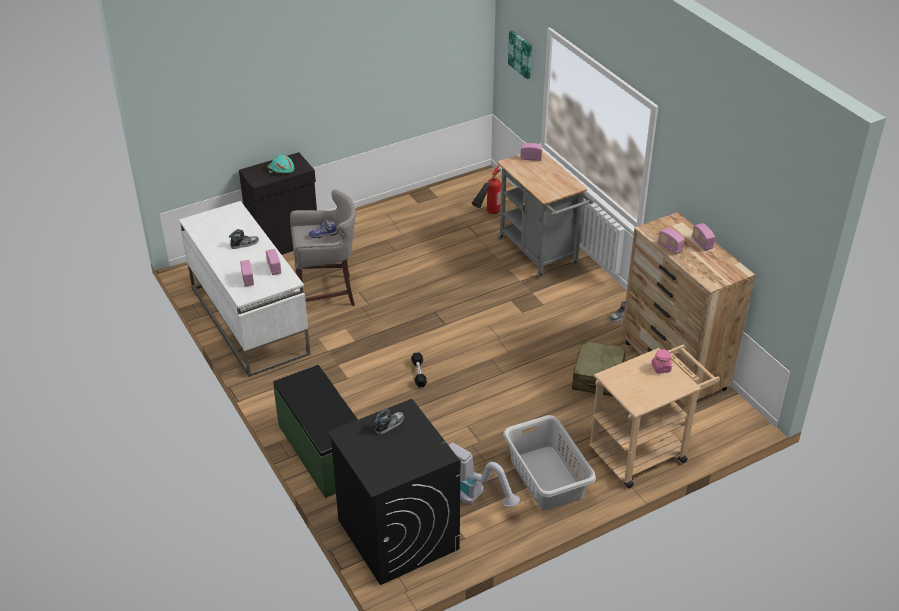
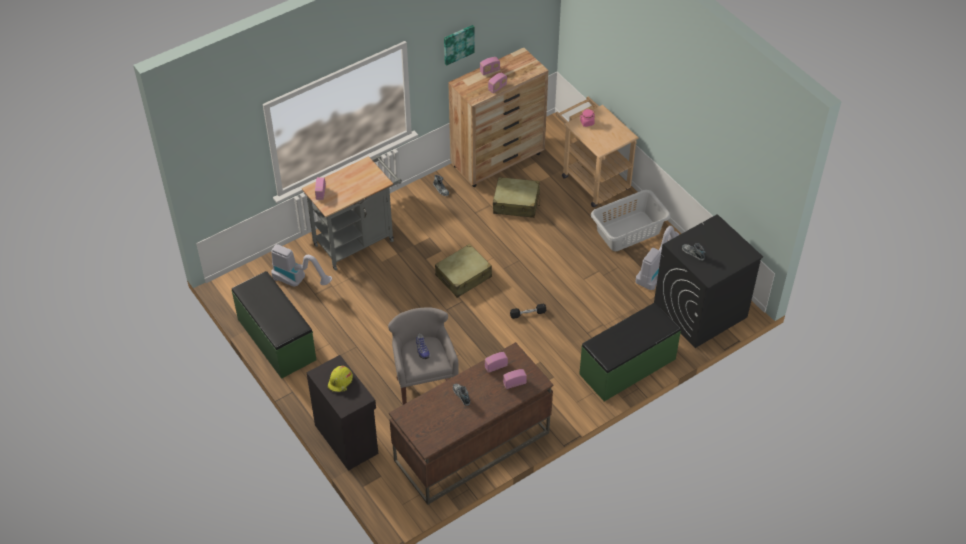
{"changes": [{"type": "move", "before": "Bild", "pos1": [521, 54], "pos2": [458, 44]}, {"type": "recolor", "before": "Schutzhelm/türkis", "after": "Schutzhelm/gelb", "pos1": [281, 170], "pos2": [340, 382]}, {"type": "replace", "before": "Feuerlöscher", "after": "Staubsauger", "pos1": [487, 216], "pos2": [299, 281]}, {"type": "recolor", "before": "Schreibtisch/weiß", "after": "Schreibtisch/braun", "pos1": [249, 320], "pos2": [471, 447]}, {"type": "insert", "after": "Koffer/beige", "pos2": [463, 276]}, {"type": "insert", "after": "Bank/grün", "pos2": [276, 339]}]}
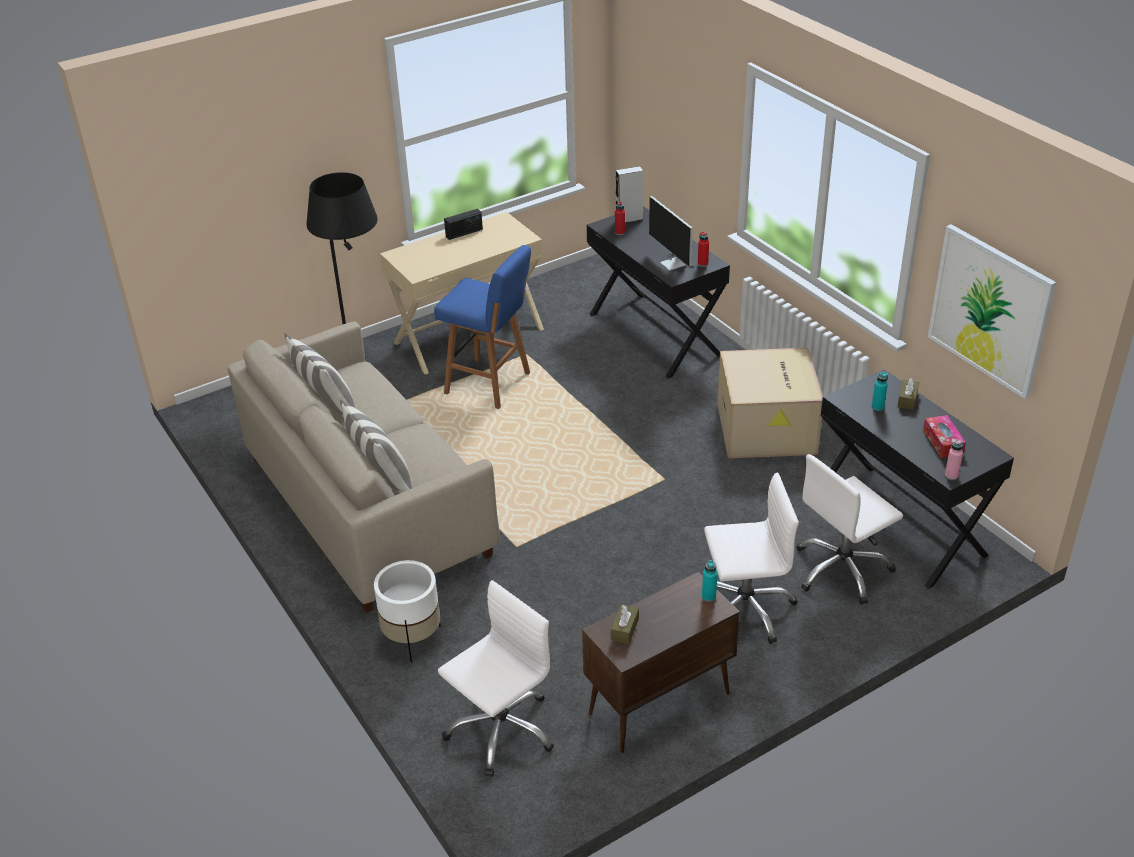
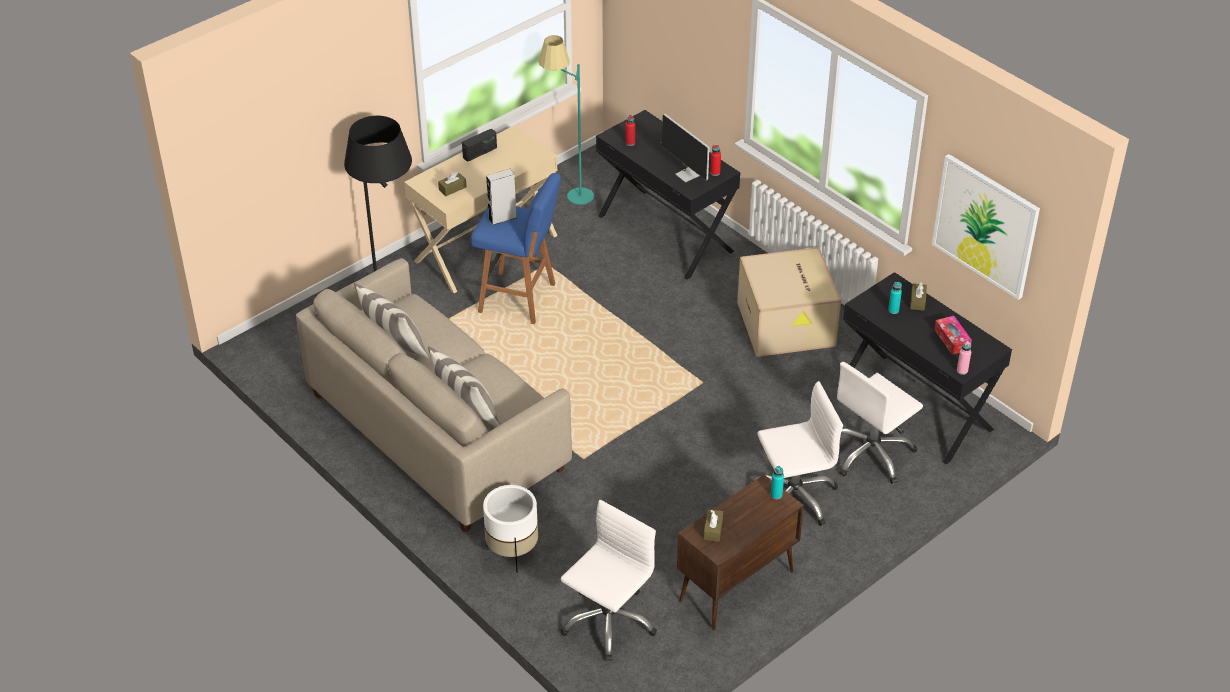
{"changes": [{"type": "move", "before": "Lautsprecher/grau", "pos1": [629, 219], "pos2": [502, 218]}, {"type": "insert", "after": "Stehlampe/türkis", "pos2": [568, 198]}, {"type": "insert", "after": "Taschentuchbox/braun", "pos2": [452, 188]}]}
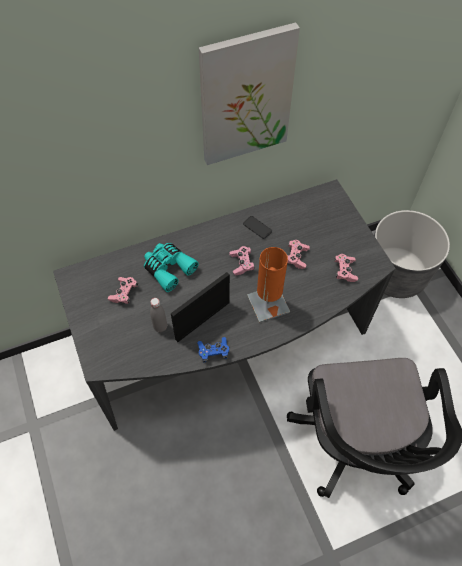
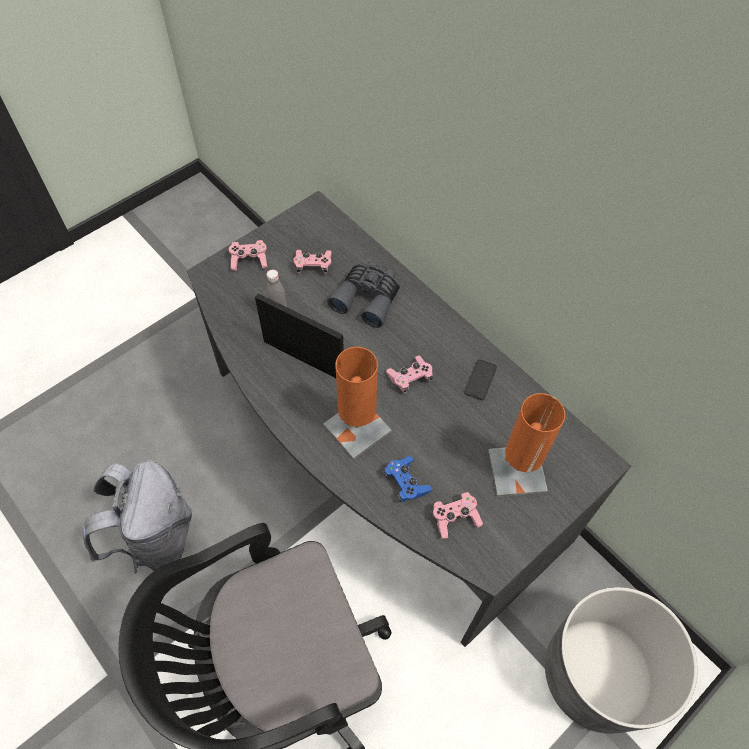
{"changes": [{"type": "delete", "before": "Bild", "pos1": [246, 97]}, {"type": "move", "before": "Gamepad/rosa", "pos1": [296, 257], "pos2": [249, 260]}, {"type": "recolor", "before": "Fernglas/türkis", "after": "Fernglas/grau", "pos1": [168, 268], "pos2": [367, 298]}, {"type": "move", "before": "Gamepad/blau", "pos1": [213, 352], "pos2": [406, 483]}, {"type": "insert", "after": "Tischlampe/orange", "pos2": [517, 471]}, {"type": "insert", "after": "Rucksack/grau", "pos2": [156, 538]}]}
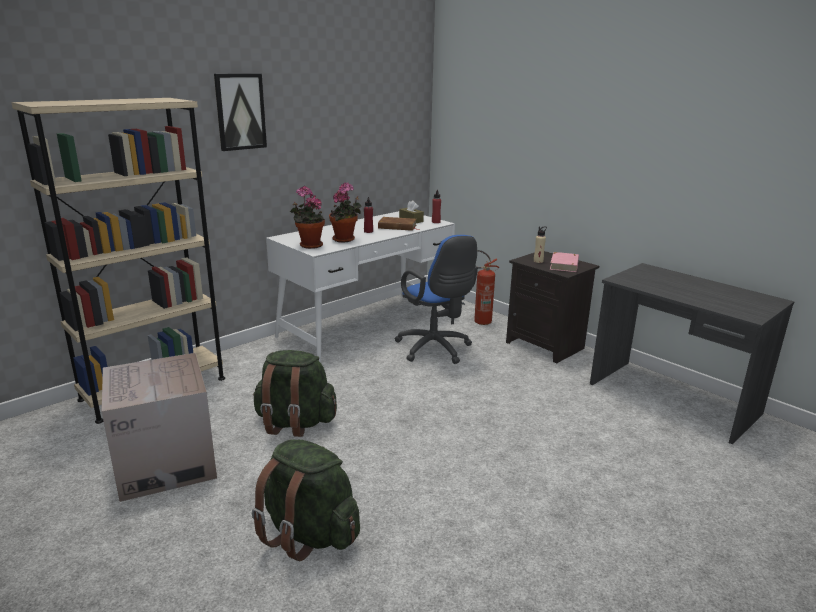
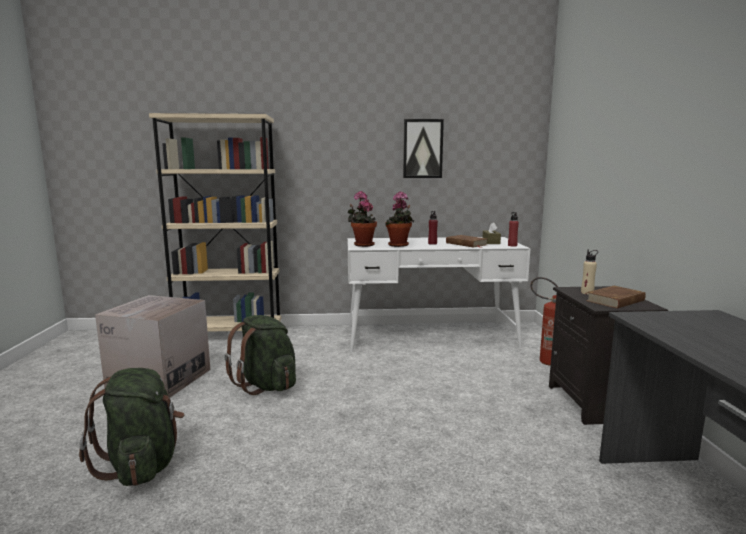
{"changes": [{"type": "move", "before": "Bild", "pos1": [240, 112], "pos2": [422, 149]}, {"type": "delete", "before": "Bürostuhl/blau", "pos1": [435, 350]}, {"type": "recolor", "before": "Buch/rosa", "after": "Buch/braun", "pos1": [564, 265], "pos2": [615, 301]}]}
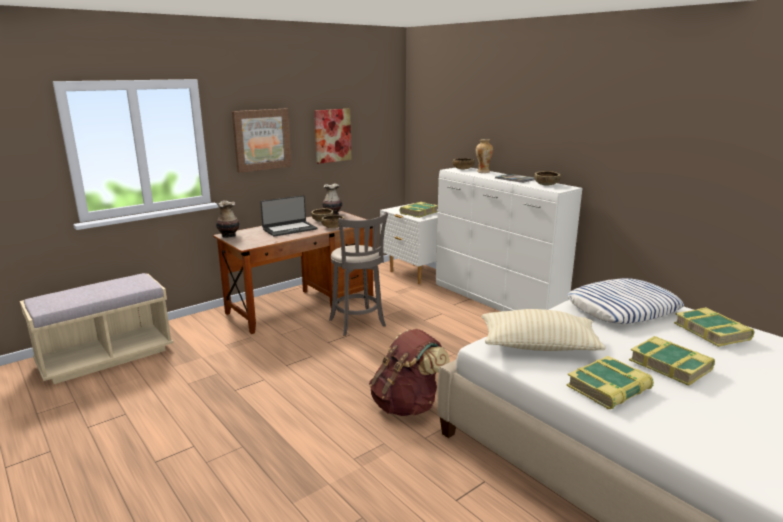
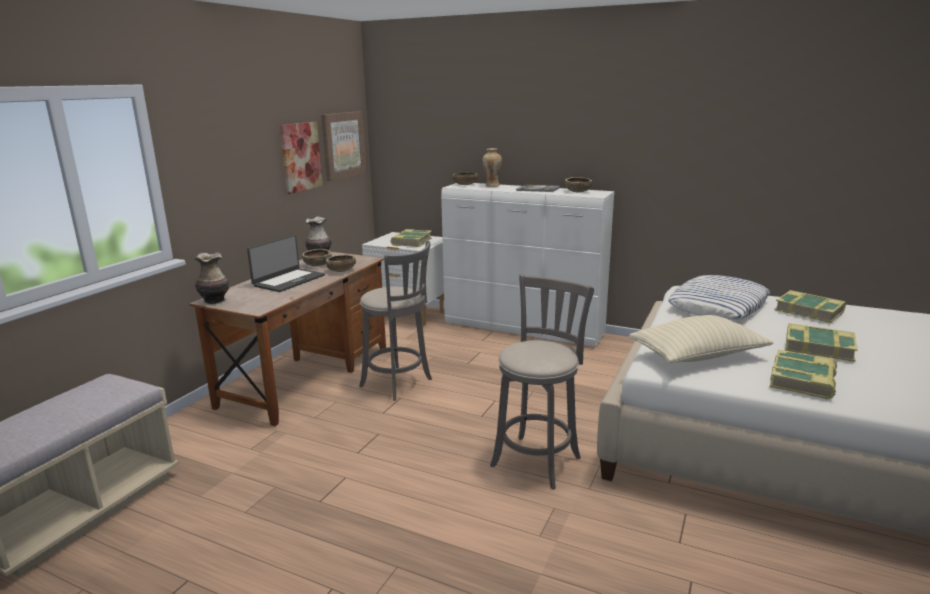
{"changes": [{"type": "move", "before": "Bild", "pos1": [262, 139], "pos2": [343, 145]}, {"type": "replace", "before": "Rucksack/braun", "after": "Hocker/grau", "pos1": [407, 405], "pos2": [538, 459]}]}
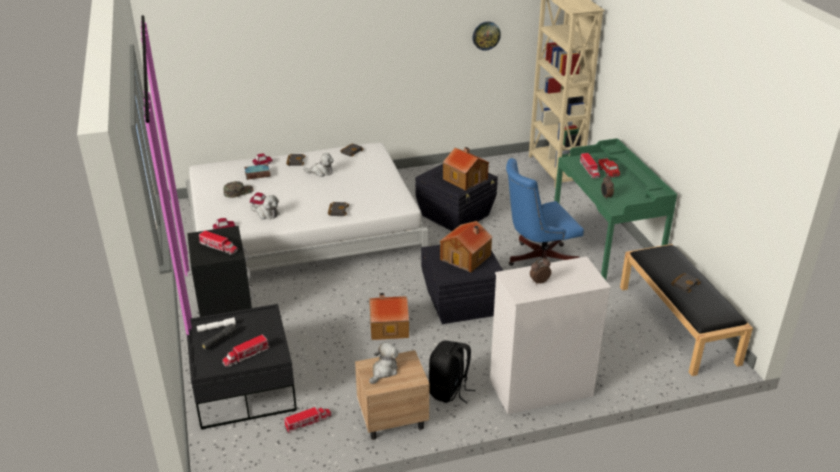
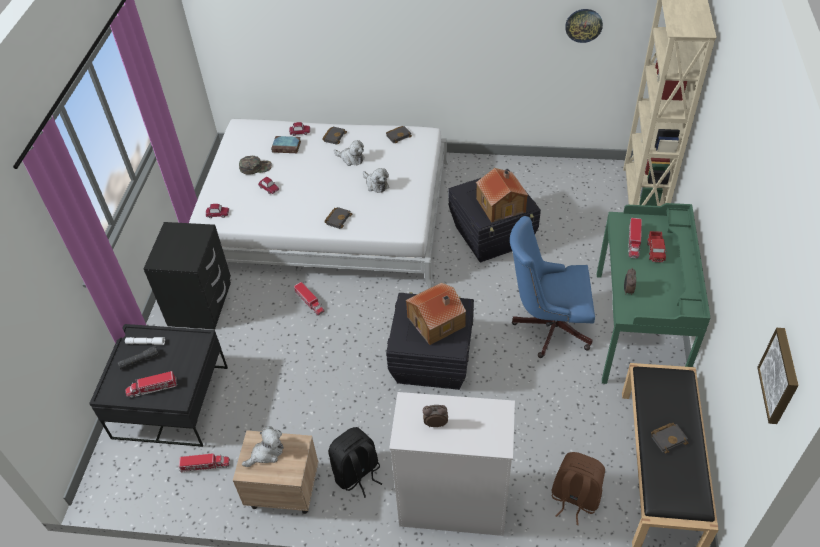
{"changes": [{"type": "move", "before": "Plüschtier", "pos1": [266, 214], "pos2": [376, 184]}, {"type": "move", "before": "Spielzeuglaster", "pos1": [219, 247], "pos2": [309, 302]}, {"type": "delete", "before": "Spielzeughaus", "pos1": [388, 326]}, {"type": "insert", "after": "Bild", "pos2": [781, 376]}, {"type": "insert", "after": "Rucksack/braun", "pos2": [574, 498]}]}
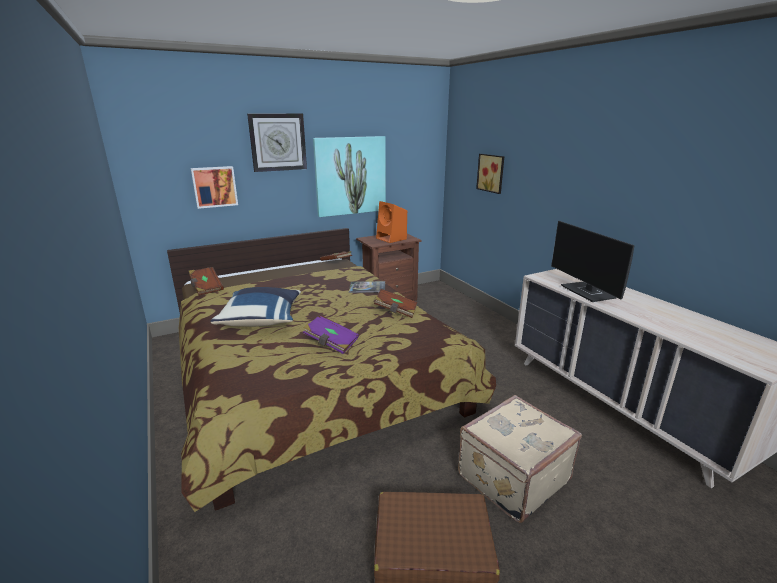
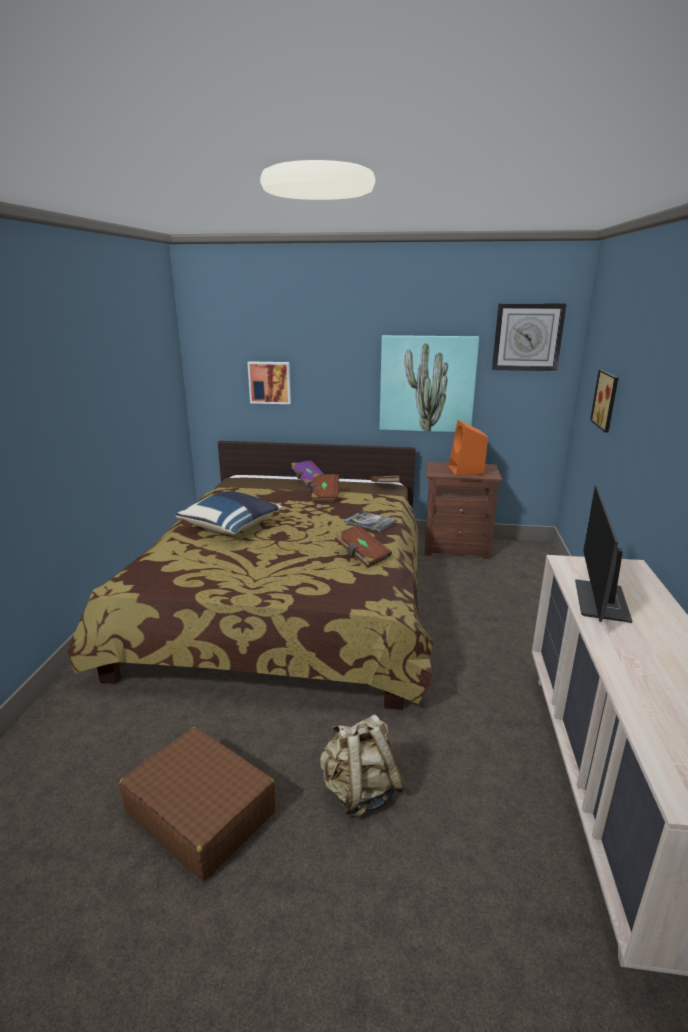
{"changes": [{"type": "move", "before": "Wanduhr", "pos1": [278, 142], "pos2": [527, 337]}, {"type": "move", "before": "Buch/braun", "pos1": [206, 288], "pos2": [324, 495]}, {"type": "move", "before": "Buch/lila", "pos1": [331, 343], "pos2": [308, 480]}, {"type": "replace", "before": "Koffer/beige", "after": "Rucksack/beige", "pos1": [511, 477], "pos2": [359, 791]}]}
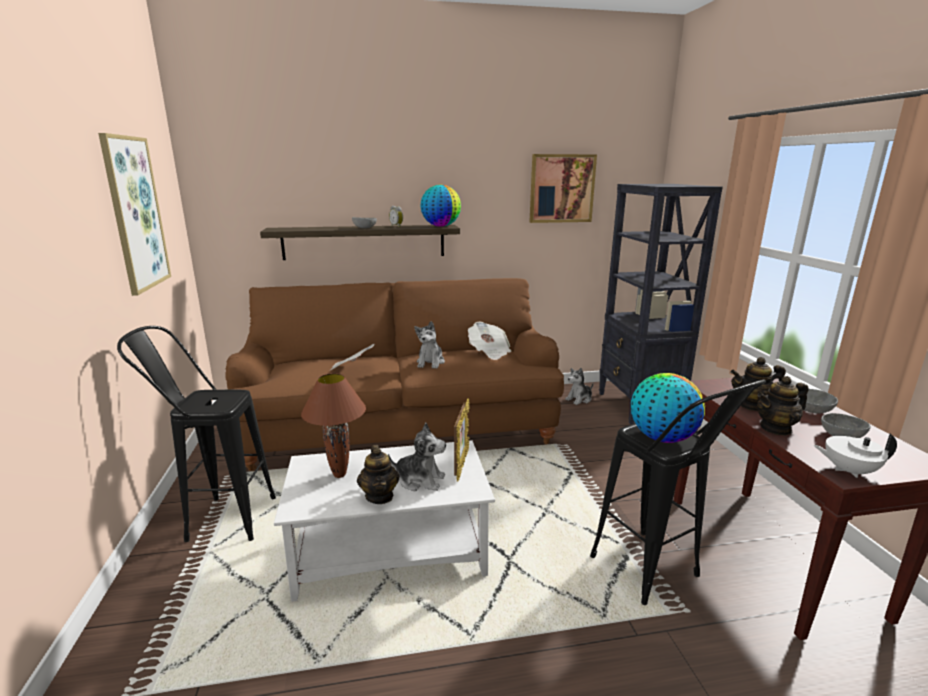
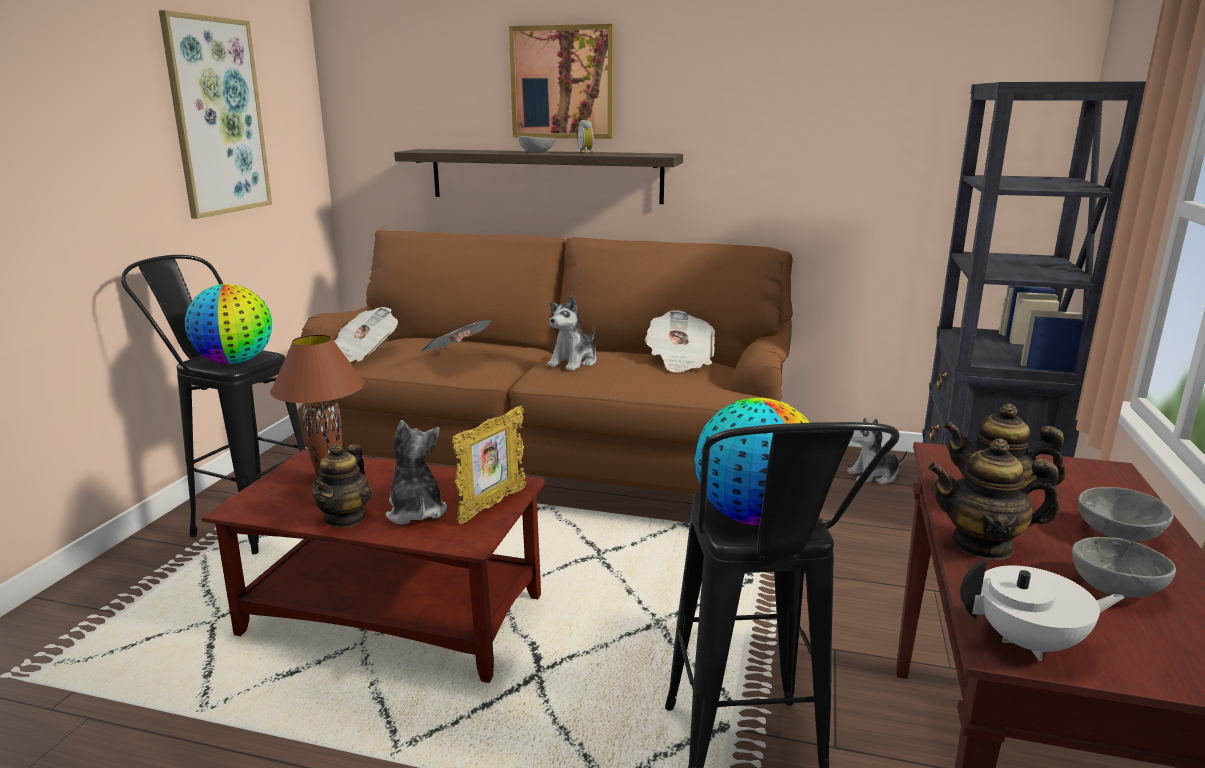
{"changes": [{"type": "move", "before": "Bild", "pos1": [561, 188], "pos2": [563, 82]}, {"type": "move", "before": "Globus", "pos1": [441, 226], "pos2": [235, 362]}, {"type": "rotate", "before": "Plüschtier", "pos1": [420, 480], "pos2": [416, 511], "turn": -150}, {"type": "rotate", "before": "Teekanne/weiß", "pos1": [848, 470], "pos2": [1030, 643], "turn": 150}, {"type": "recolor", "before": "Couchtisch/weiß", "after": "Couchtisch/braun", "pos1": [392, 552], "pos2": [396, 615]}, {"type": "insert", "after": "Zeitung", "pos2": [362, 354]}]}
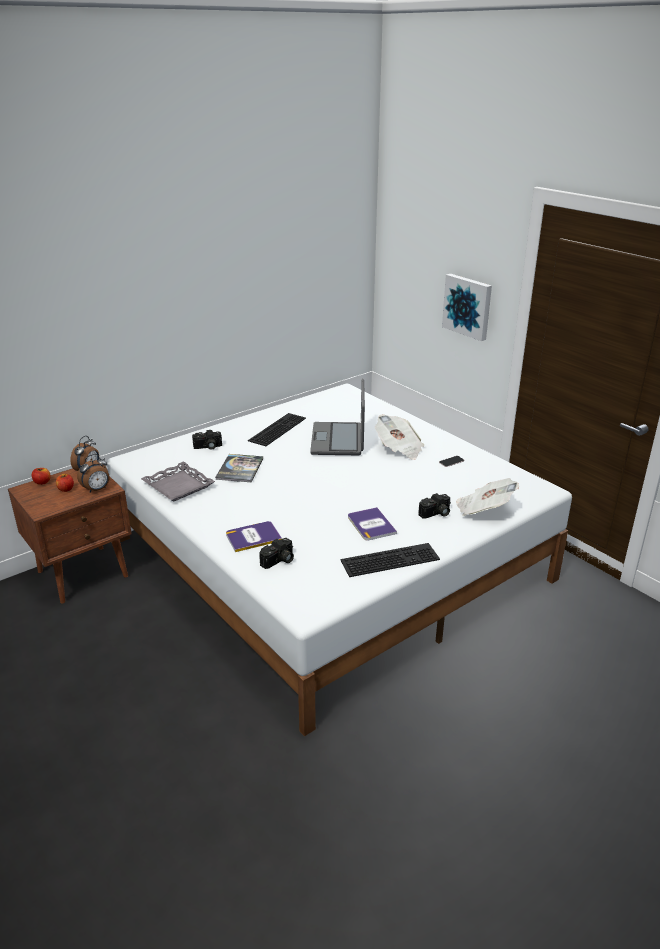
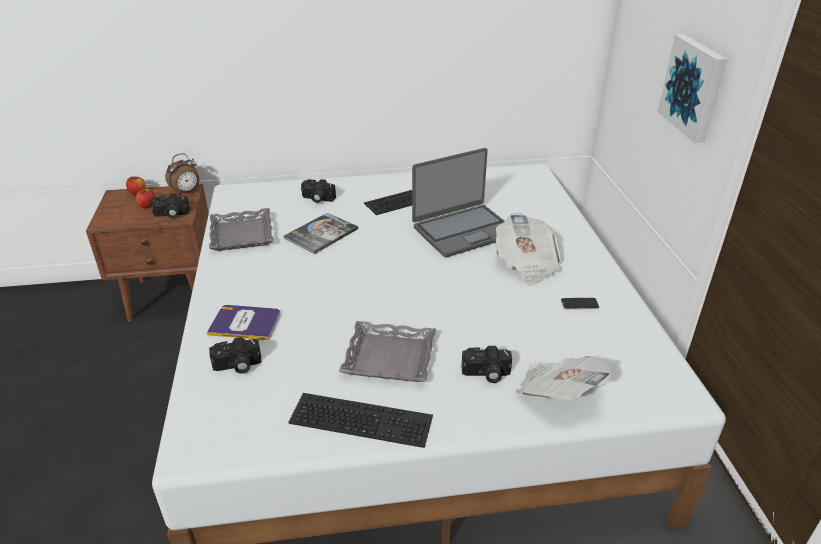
{"changes": [{"type": "rotate", "before": "Laptop", "pos1": [338, 440], "pos2": [463, 231], "turn": -150}, {"type": "replace", "before": "Wecker", "after": "Kamera", "pos1": [97, 489], "pos2": [171, 215]}, {"type": "replace", "before": "Buch", "after": "Tablett/grau", "pos1": [371, 524], "pos2": [389, 358]}]}
